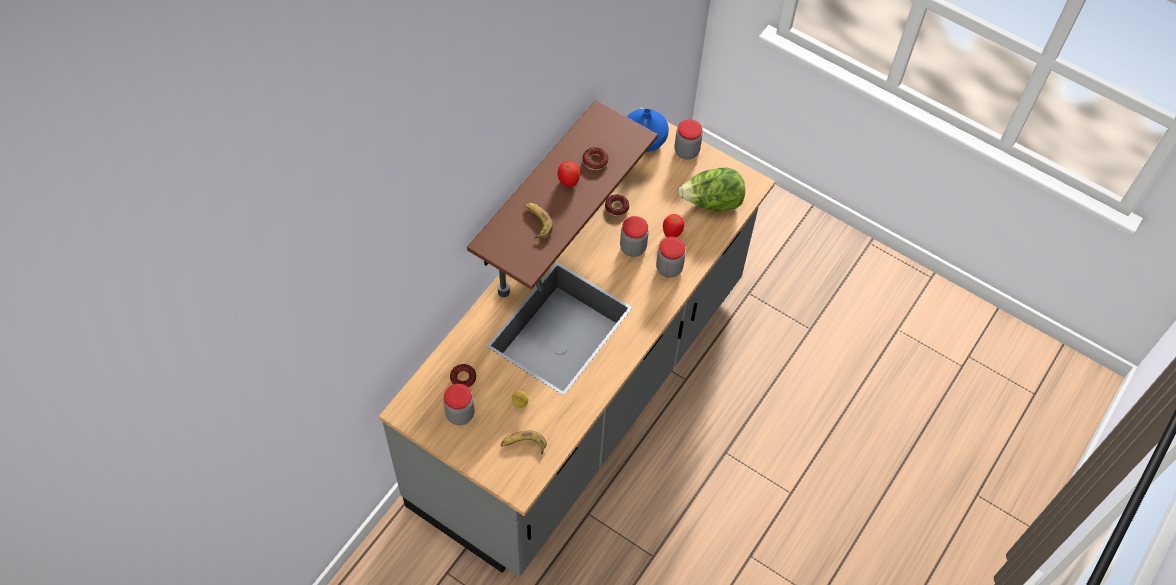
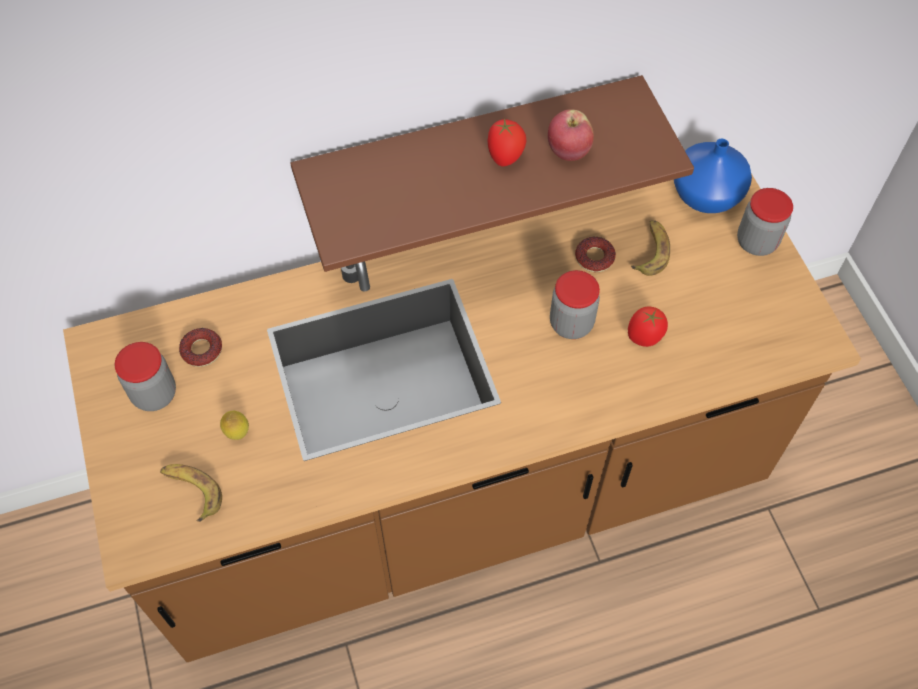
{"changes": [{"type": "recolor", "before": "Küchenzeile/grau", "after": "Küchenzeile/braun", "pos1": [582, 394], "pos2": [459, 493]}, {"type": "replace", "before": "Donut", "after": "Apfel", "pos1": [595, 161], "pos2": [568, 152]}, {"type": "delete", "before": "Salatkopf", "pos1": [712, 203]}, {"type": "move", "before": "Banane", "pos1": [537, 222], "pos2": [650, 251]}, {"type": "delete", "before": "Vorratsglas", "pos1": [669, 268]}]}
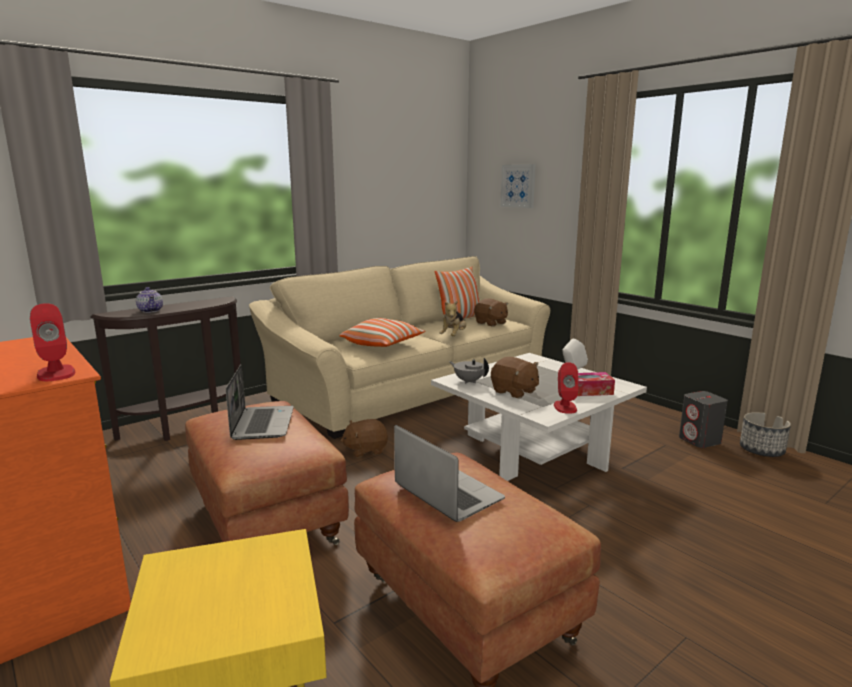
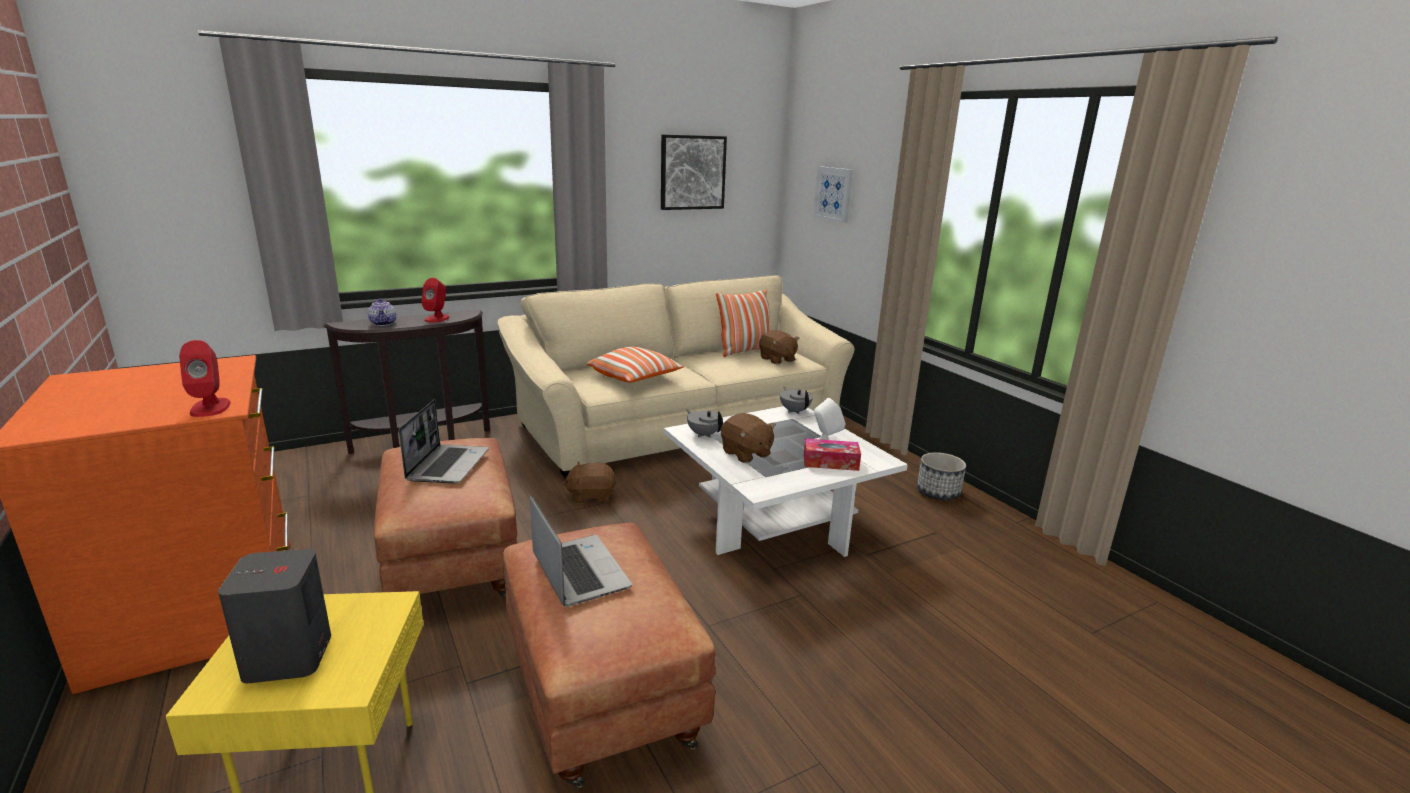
{"changes": [{"type": "delete", "before": "Plüschtier", "pos1": [453, 336]}, {"type": "move", "before": "Lautsprecher/rot", "pos1": [565, 407], "pos2": [437, 318]}, {"type": "move", "before": "Lautsprecher/grau", "pos1": [700, 440], "pos2": [287, 658]}, {"type": "move", "before": "Pflanzkübel", "pos1": [762, 450], "pos2": [938, 493]}, {"type": "insert", "after": "Bild", "pos2": [692, 172]}, {"type": "insert", "after": "Teekanne/grau", "pos2": [794, 411]}]}
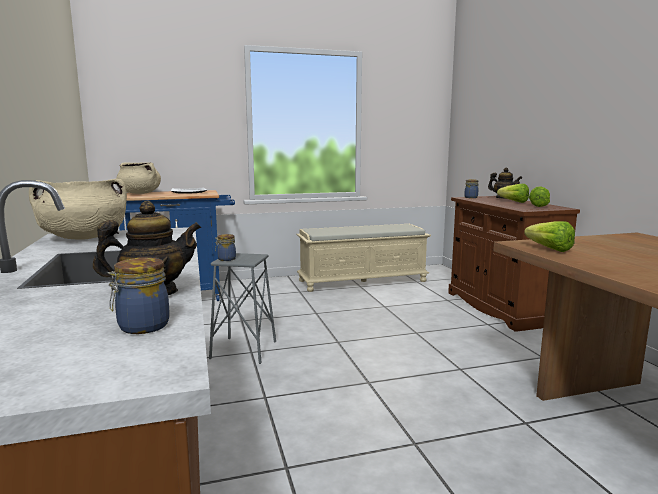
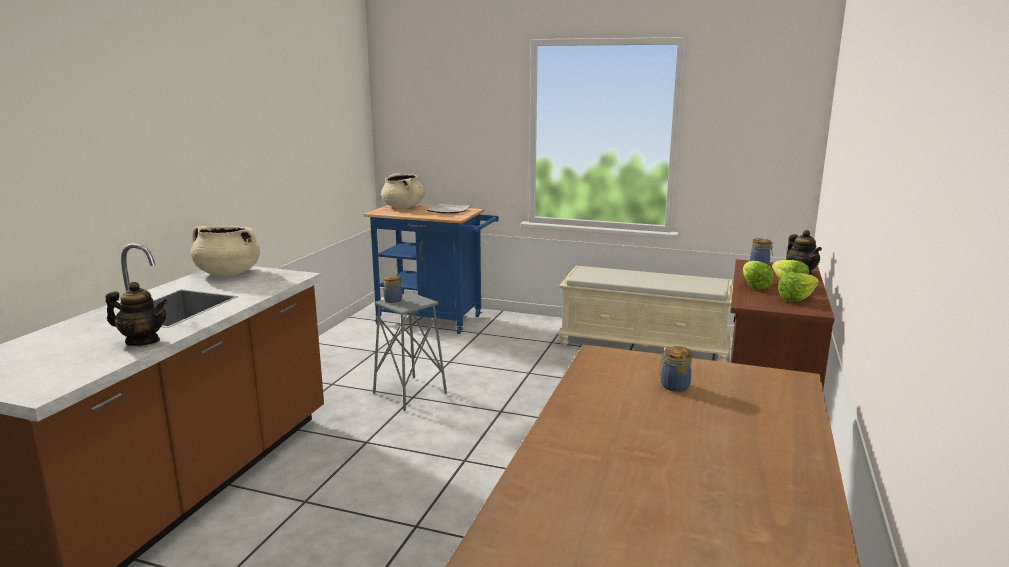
{"changes": [{"type": "move", "before": "Salatkopf", "pos1": [546, 248], "pos2": [753, 285]}, {"type": "move", "before": "Vorratsglas", "pos1": [141, 327], "pos2": [673, 386]}]}
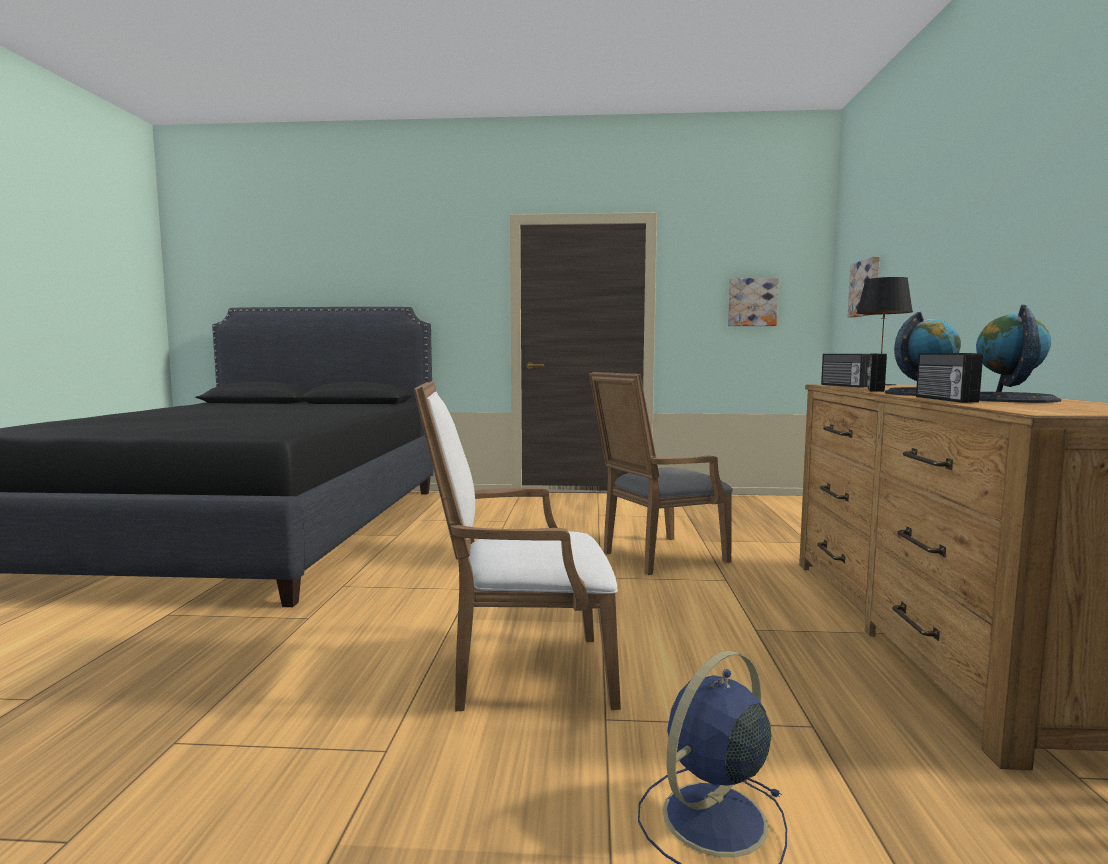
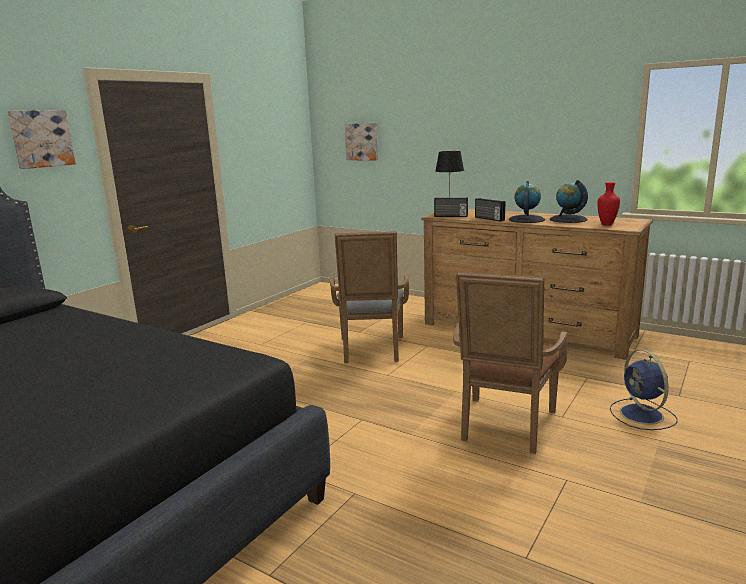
{"changes": [{"type": "move", "before": "Bild", "pos1": [752, 302], "pos2": [41, 138]}, {"type": "delete", "before": "Radio", "pos1": [943, 399]}, {"type": "recolor", "before": "Sessel/weiß", "after": "Sessel/braun", "pos1": [519, 674], "pos2": [504, 428]}, {"type": "insert", "after": "Vase/rot", "pos2": [607, 225]}]}
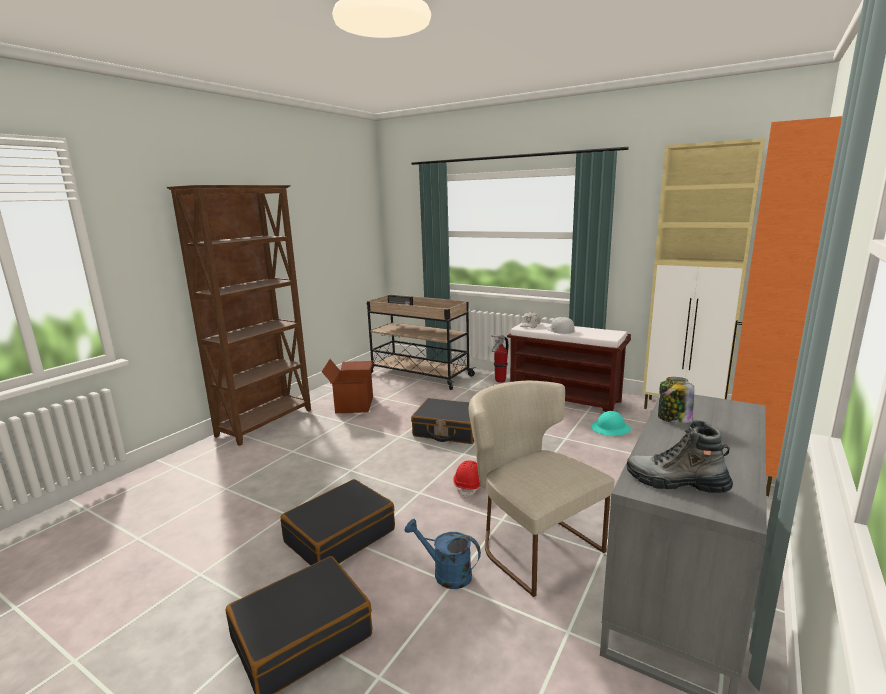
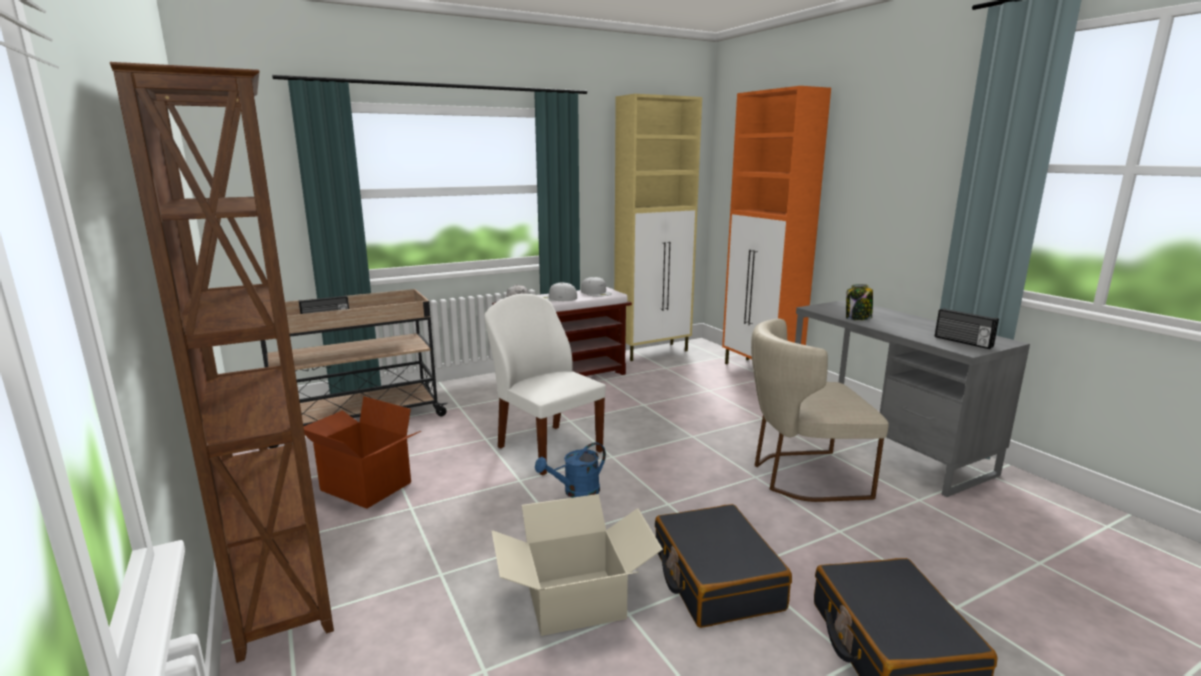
{"changes": [{"type": "delete", "before": "Feuerlöscher", "pos1": [500, 381]}, {"type": "replace", "before": "Koffer/schwarz", "after": "Stuhl/weiß", "pos1": [448, 430], "pos2": [548, 448]}, {"type": "delete", "before": "Schutzhelm/türkis", "pos1": [610, 429]}, {"type": "replace", "before": "Stiefel", "after": "Radio", "pos1": [675, 483], "pos2": [962, 342]}, {"type": "delete", "before": "Schutzhelm/rot", "pos1": [470, 486]}, {"type": "move", "before": "Gießkanne/blau", "pos1": [446, 573], "pos2": [576, 492]}, {"type": "insert", "after": "Kappe/weiß", "pos2": [596, 292]}, {"type": "insert", "after": "Karton", "pos2": [576, 602]}]}
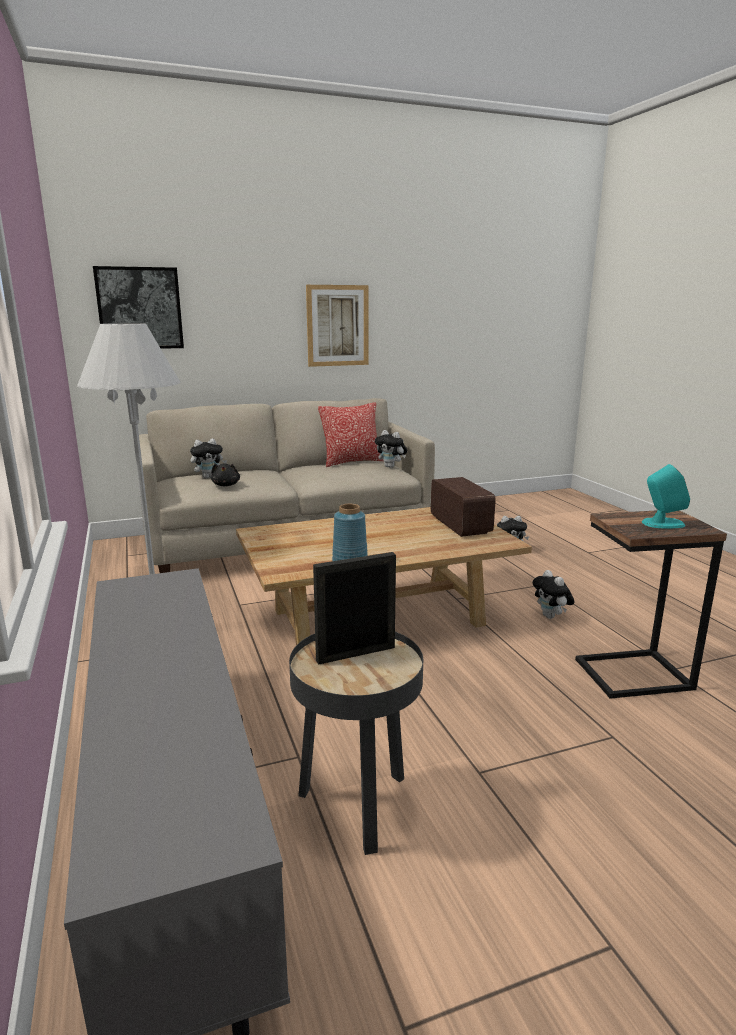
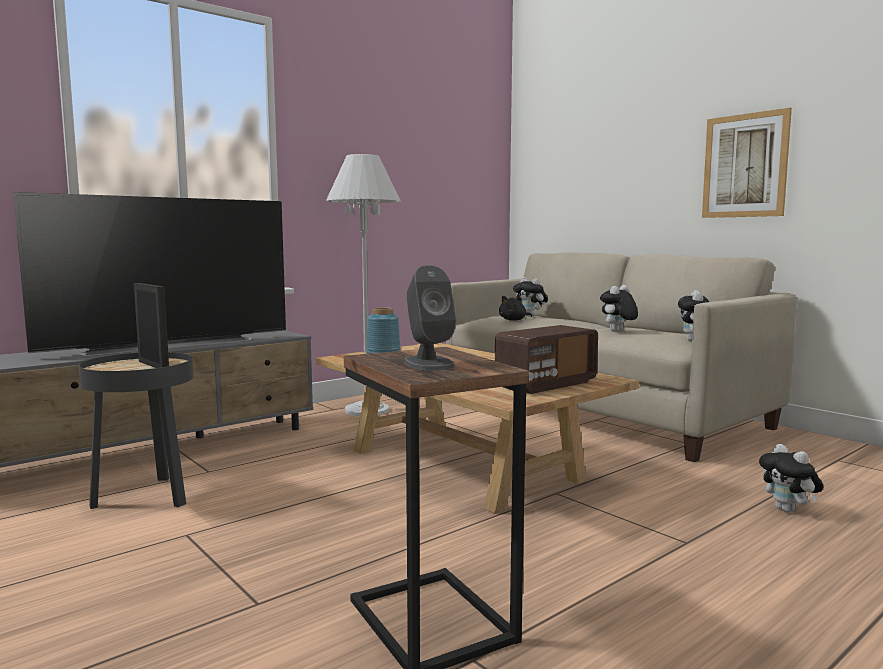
{"changes": [{"type": "delete", "before": "Bild", "pos1": [139, 308]}, {"type": "delete", "before": "Kissen", "pos1": [352, 462]}, {"type": "recolor", "before": "Lautsprecher/türkis", "after": "Lautsprecher/grau", "pos1": [662, 523], "pos2": [428, 363]}, {"type": "move", "before": "Plüschtier", "pos1": [551, 617], "pos2": [617, 331]}, {"type": "insert", "after": "Fernseher", "pos2": [168, 345]}]}
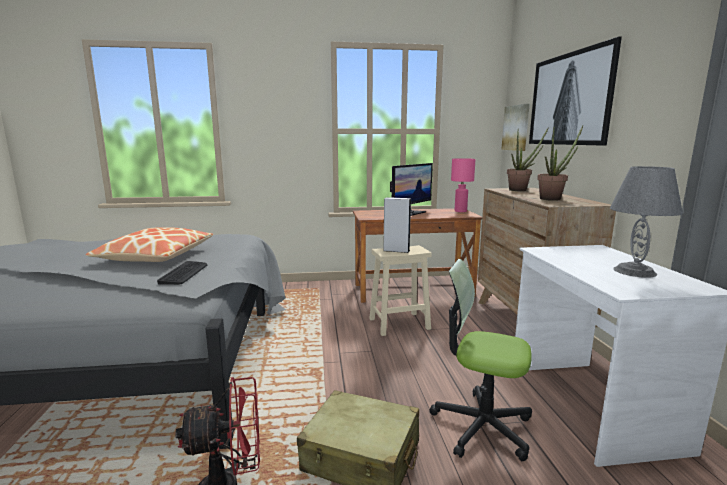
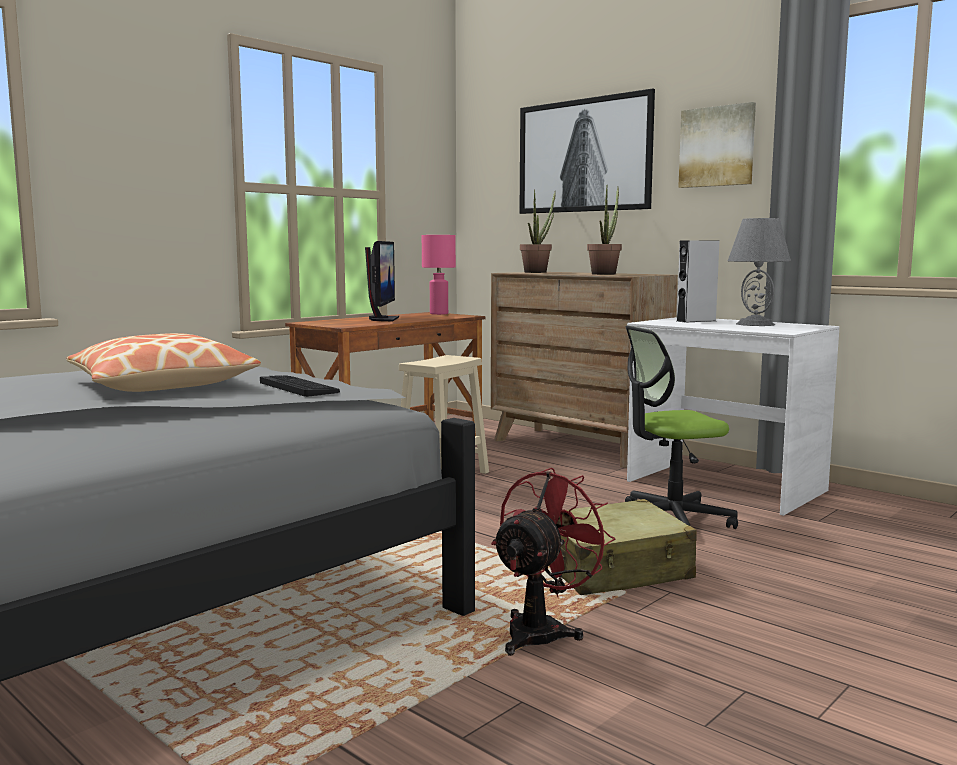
{"changes": [{"type": "move", "before": "Bild", "pos1": [516, 128], "pos2": [717, 147]}, {"type": "move", "before": "Lautsprecher/grau", "pos1": [396, 250], "pos2": [696, 321]}]}
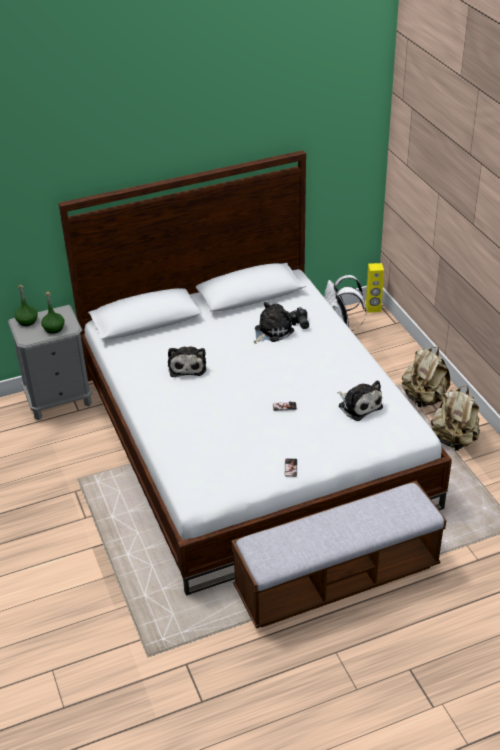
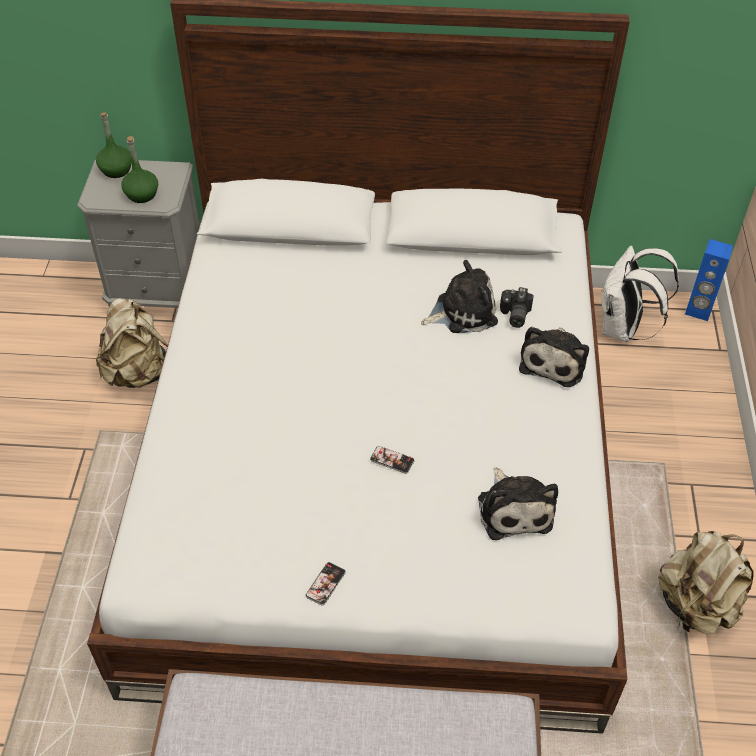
{"changes": [{"type": "recolor", "before": "Lautsprecher/gelb", "after": "Lautsprecher/blau", "pos1": [373, 308], "pos2": [698, 311]}, {"type": "move", "before": "Plüschtier", "pos1": [187, 366], "pos2": [554, 361]}, {"type": "move", "before": "Rucksack/beige", "pos1": [424, 398], "pos2": [139, 373]}]}
